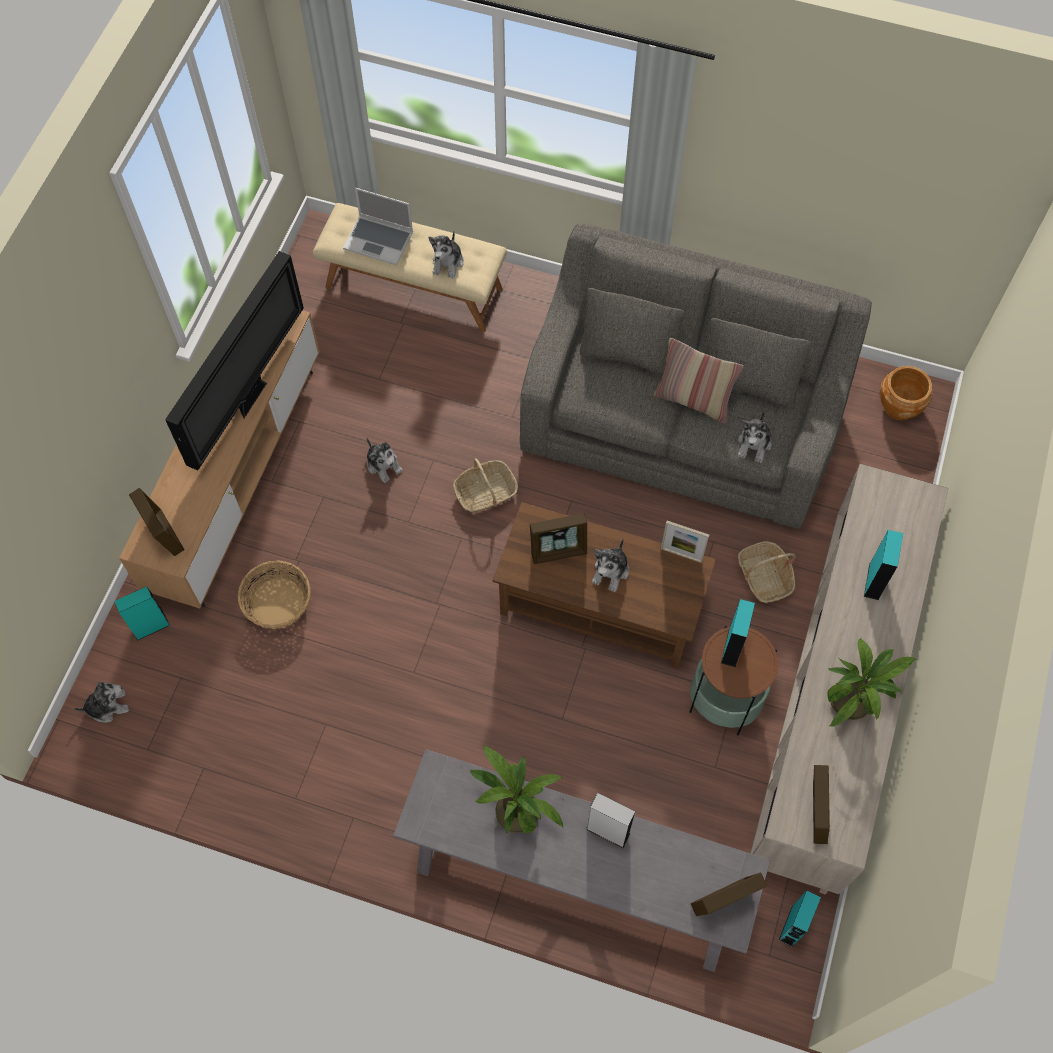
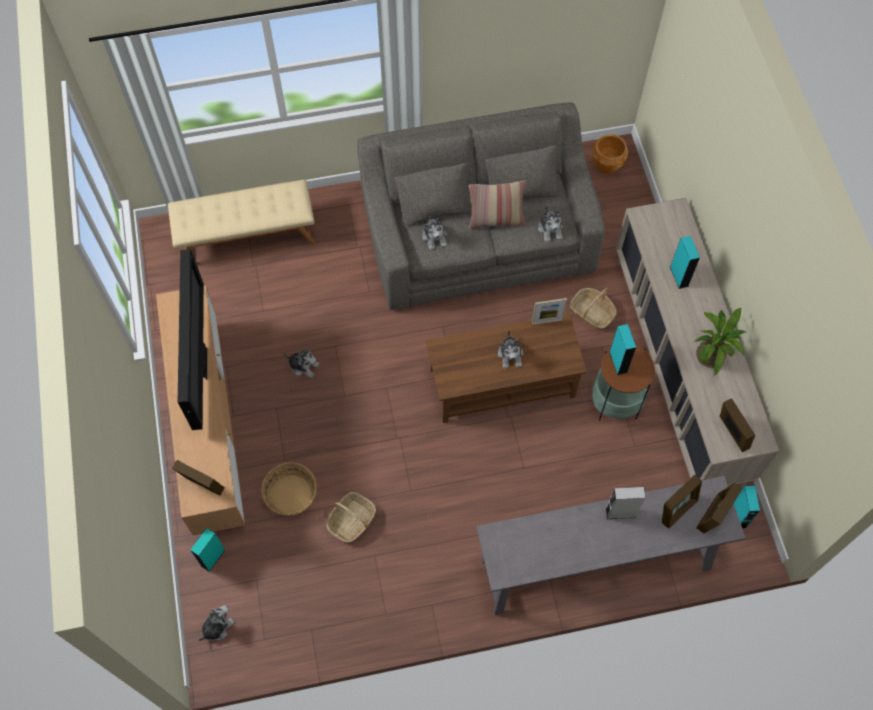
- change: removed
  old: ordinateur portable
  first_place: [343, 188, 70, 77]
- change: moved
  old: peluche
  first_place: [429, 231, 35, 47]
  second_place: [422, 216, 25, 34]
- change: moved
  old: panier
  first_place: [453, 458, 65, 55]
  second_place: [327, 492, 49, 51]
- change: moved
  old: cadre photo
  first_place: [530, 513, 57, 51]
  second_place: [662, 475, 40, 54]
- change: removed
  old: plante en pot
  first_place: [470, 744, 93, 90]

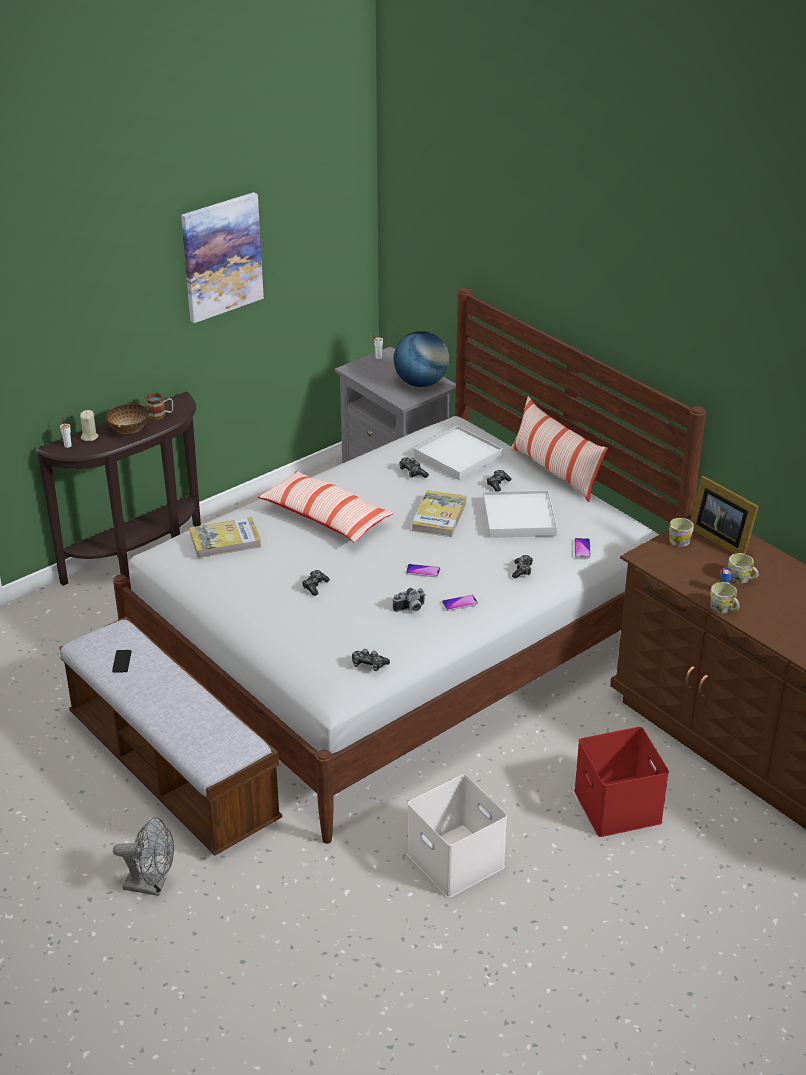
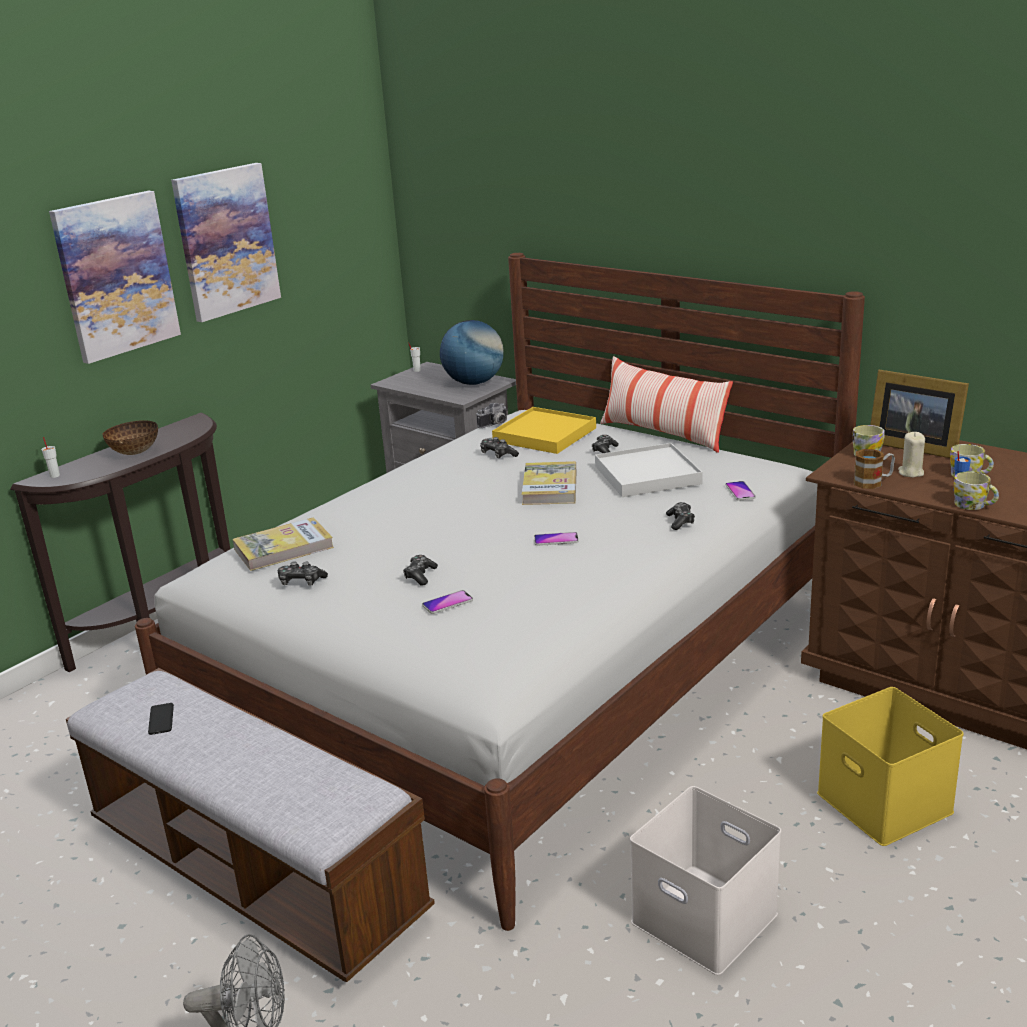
- change: moved
  old: mug
  first_place: [145, 392, 28, 28]
  second_place: [854, 449, 41, 40]
- change: moved
  old: bougie/beige
  first_place: [80, 410, 18, 31]
  second_place: [898, 432, 27, 46]
- change: recoloured
  old: plateau/blanc
  new: plateau/jaune
  first_place: [414, 425, 89, 56]
  second_place: [492, 407, 104, 47]
- change: removed
  old: coussin
  first_place: [258, 470, 136, 72]
- change: moved
  old: appareil photo
  first_place: [393, 588, 33, 24]
  second_place: [477, 403, 31, 25]
- change: moved
  old: téléphone
  first_place: [442, 595, 36, 16]
  second_place: [422, 590, 51, 24]
- change: moved
  old: manette
  first_place: [352, 649, 38, 22]
  second_place: [278, 561, 50, 24]
- change: recoloured
  old: boîte de rangement/rouge
  new: boîte de rangement/jaune
  first_place: [574, 727, 95, 110]
  second_place: [817, 687, 147, 159]
- change: added
  new: tableau
  second_place: [49, 191, 132, 173]

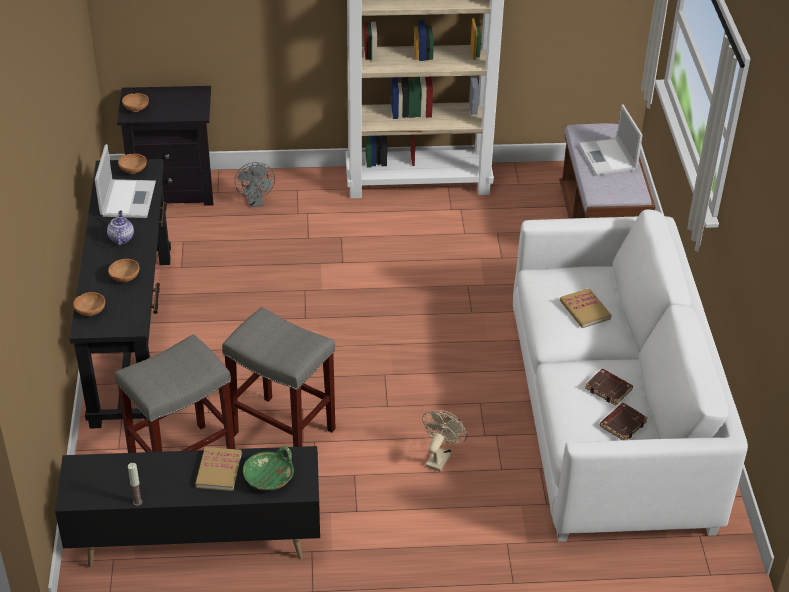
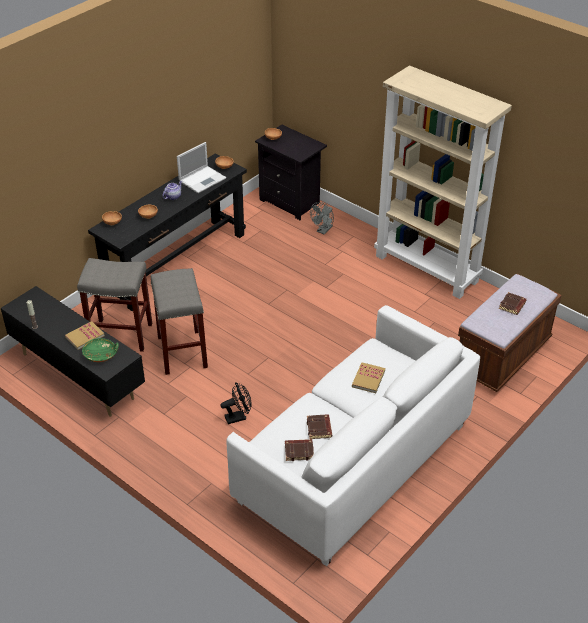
- change: replaced
  old: ordinateur portable
  new: livre/marron
  first_place: [579, 104, 64, 71]
  second_place: [499, 292, 28, 23]
- change: recoloured
  old: ventilateur/beige
  new: ventilateur/noir
  first_place: [422, 410, 45, 62]
  second_place: [220, 383, 32, 41]

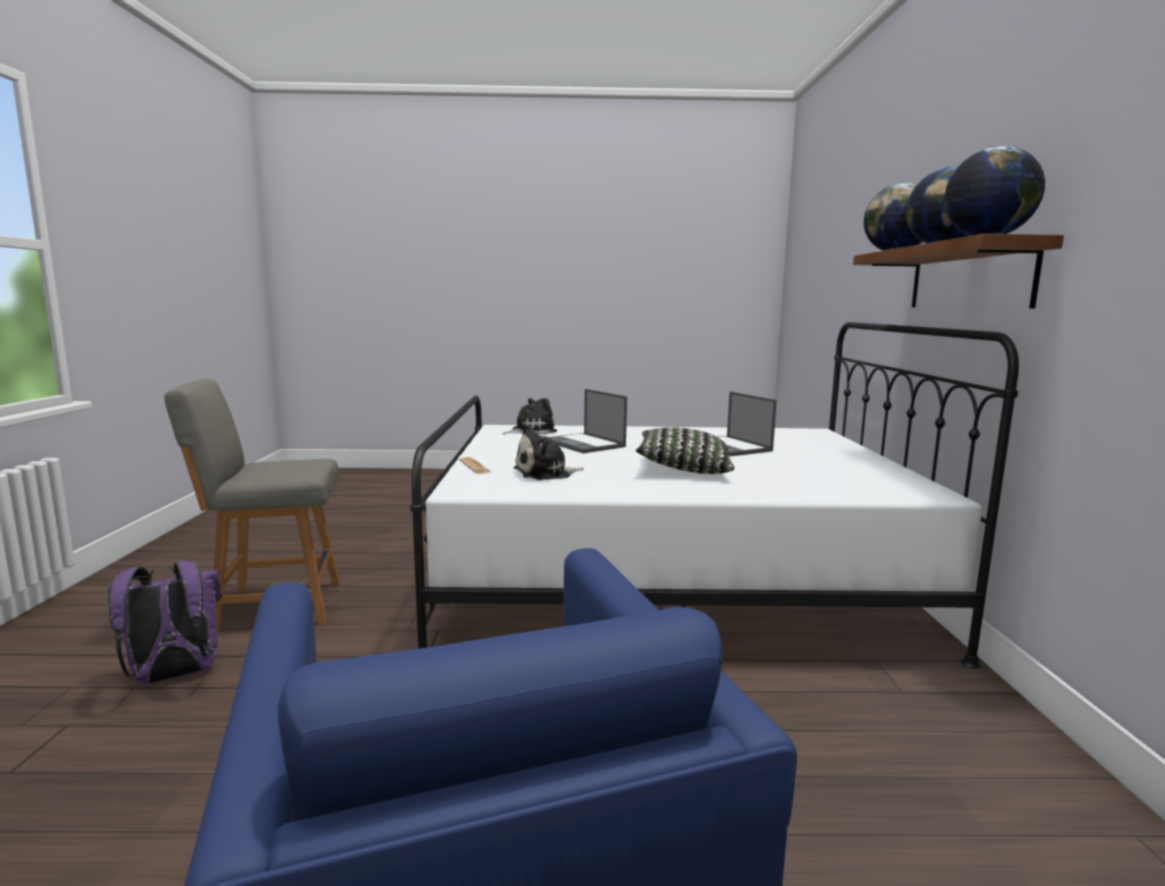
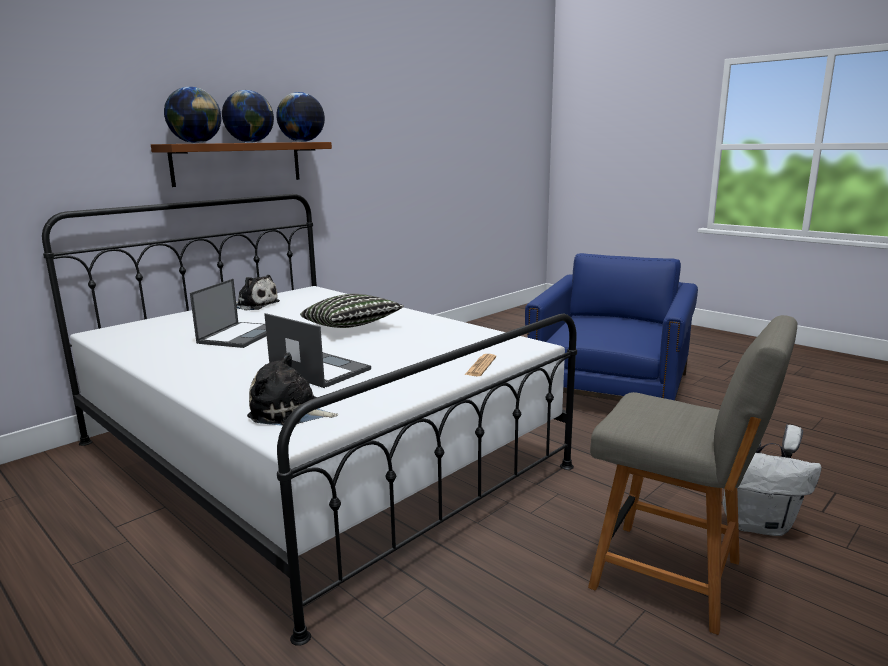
- change: turned
  old: ordinateur portable
  first_place: [550, 389, 77, 64]
  second_place: [264, 313, 107, 75]
  degrees: -60
- change: moved
  old: peluche
  first_place: [513, 424, 71, 56]
  second_place: [236, 275, 44, 35]
- change: recoloured
  old: sac à dos/violet
  new: sac à dos/blanc
  first_place: [108, 561, 114, 123]
  second_place: [723, 424, 99, 112]

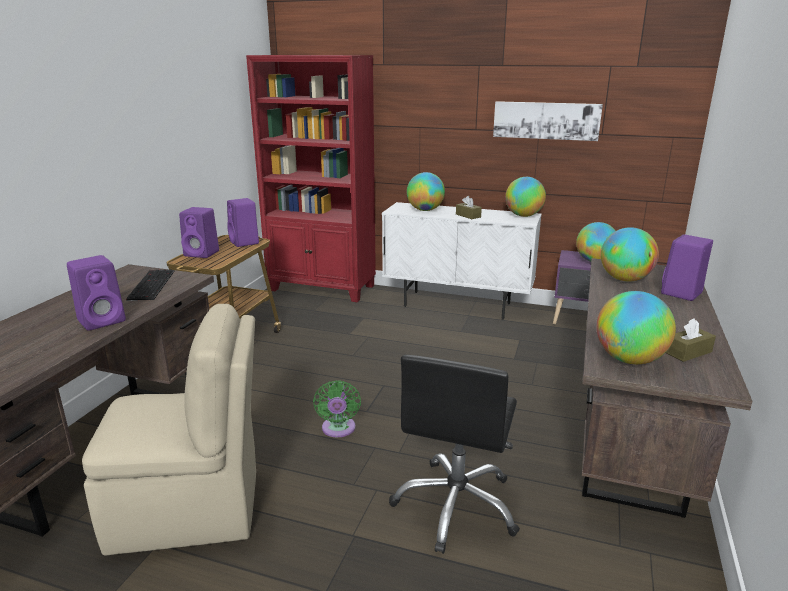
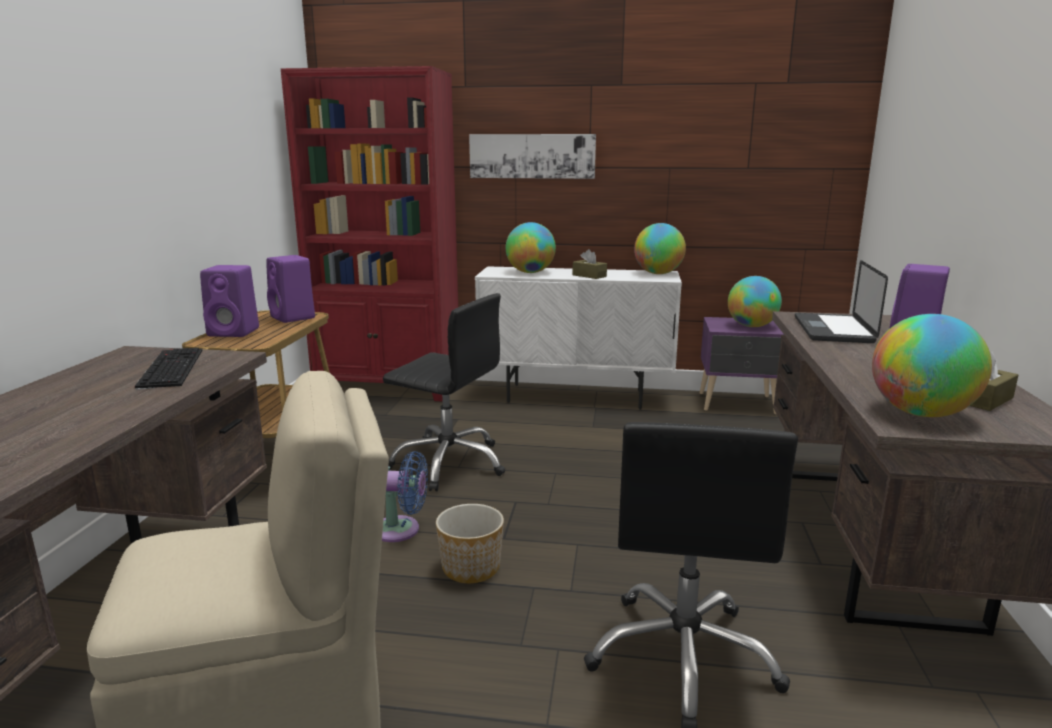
- change: moved
  old: tableau
  first_place: [493, 101, 110, 40]
  second_place: [469, 134, 127, 45]
- change: replaced
  old: globe
  new: ordinateur portable
  first_place: [601, 227, 58, 55]
  second_place: [795, 260, 93, 83]
- change: removed
  old: enceinte/violet
  first_place: [67, 255, 59, 76]
- change: replaced
  old: ventilateur/vert
  new: cache-pot
  first_place: [313, 380, 48, 57]
  second_place: [436, 504, 68, 79]
- change: added
  new: chaise de bureau/noir
  second_place: [383, 293, 122, 198]
- change: added
  new: ventilateur/bleu
  second_place: [382, 451, 46, 91]

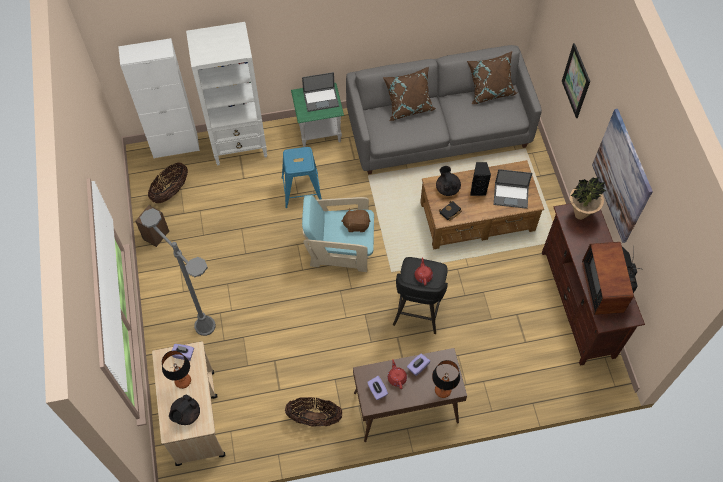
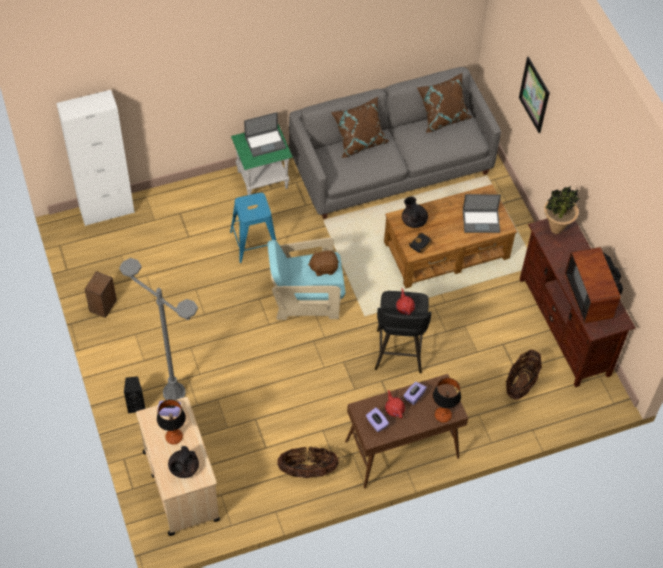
- change: removed
  old: bibliothèque/blanc
  first_place: [186, 22, 81, 144]
- change: removed
  old: tableau
  first_place: [592, 109, 61, 134]
- change: moved
  old: enceinte/noir
  first_place: [470, 162, 21, 34]
  second_place: [124, 376, 22, 37]
- change: moved
  old: panier
  first_place: [148, 163, 40, 40]
  second_place: [506, 350, 36, 50]

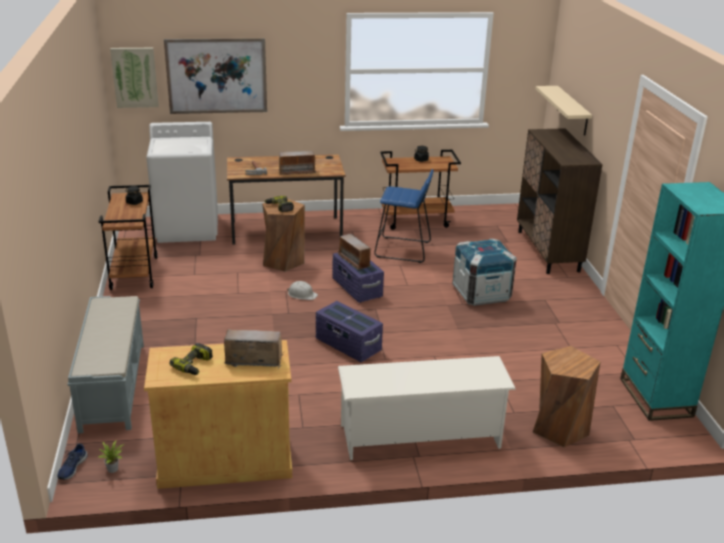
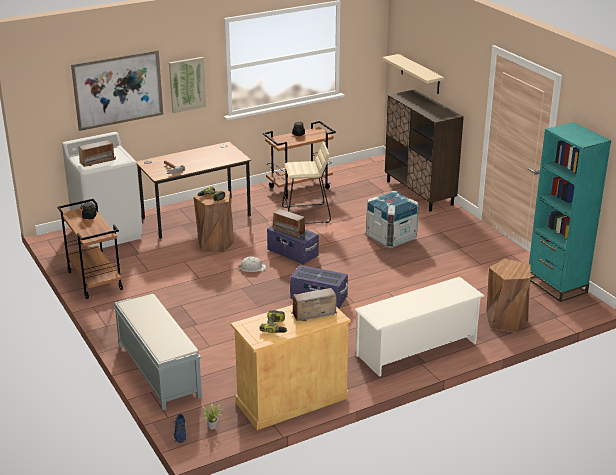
- change: moved
  old: tableau
  first_place: [110, 48, 49, 60]
  second_place: [169, 57, 37, 56]
- change: moved
  old: radio
  first_place: [279, 151, 37, 24]
  second_place: [78, 140, 38, 27]
- change: recoloured
  old: tabouret/bleu
  new: tabouret/beige
  first_place: [374, 169, 60, 94]
  second_place: [282, 142, 49, 82]

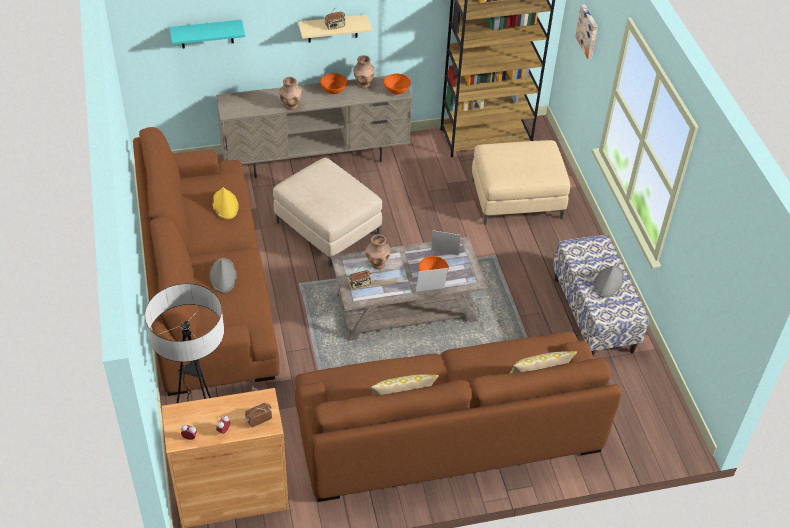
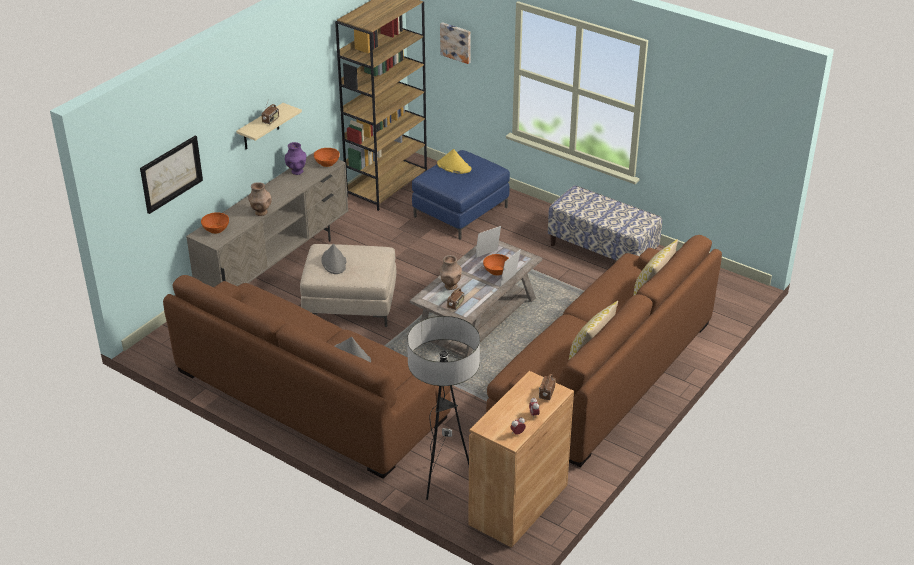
- change: replaced
  old: étagère/turquoise
  new: tableau
  first_place: [170, 20, 75, 28]
  second_place: [140, 136, 63, 78]
- change: recoloured
  old: vase/marron
  new: vase/violet
  first_place: [353, 55, 22, 33]
  second_place: [285, 142, 22, 33]
- change: moved
  old: bol/orange
  first_place: [320, 73, 27, 21]
  second_place: [201, 212, 28, 22]
- change: recoloured
  old: pouf/beige
  new: pouf/bleu
  first_place: [472, 140, 98, 85]
  second_place: [412, 150, 98, 89]
- change: moved
  old: chapeau/jaune
  first_place: [213, 187, 26, 32]
  second_place: [437, 149, 34, 25]
- change: moved
  old: chapeau/gris
  first_place: [594, 266, 30, 32]
  second_place: [321, 244, 26, 30]

